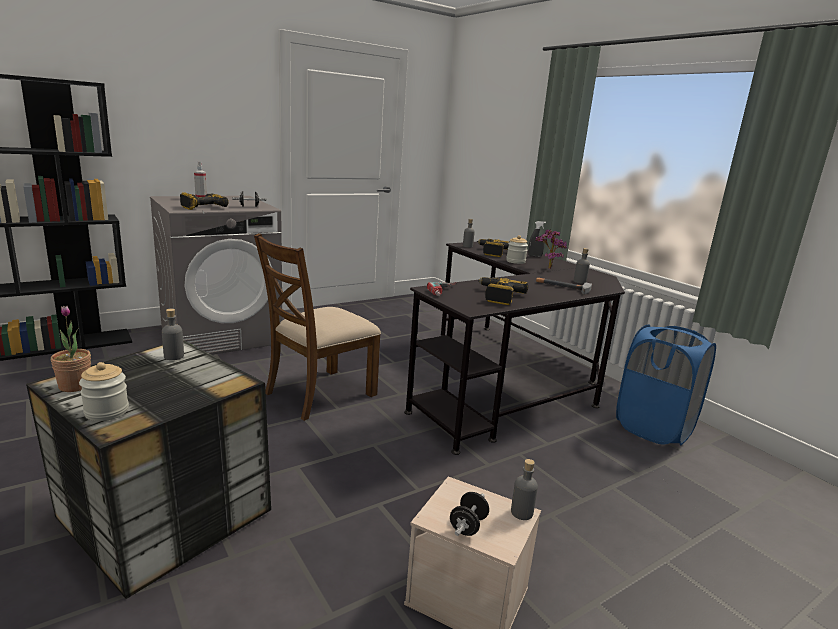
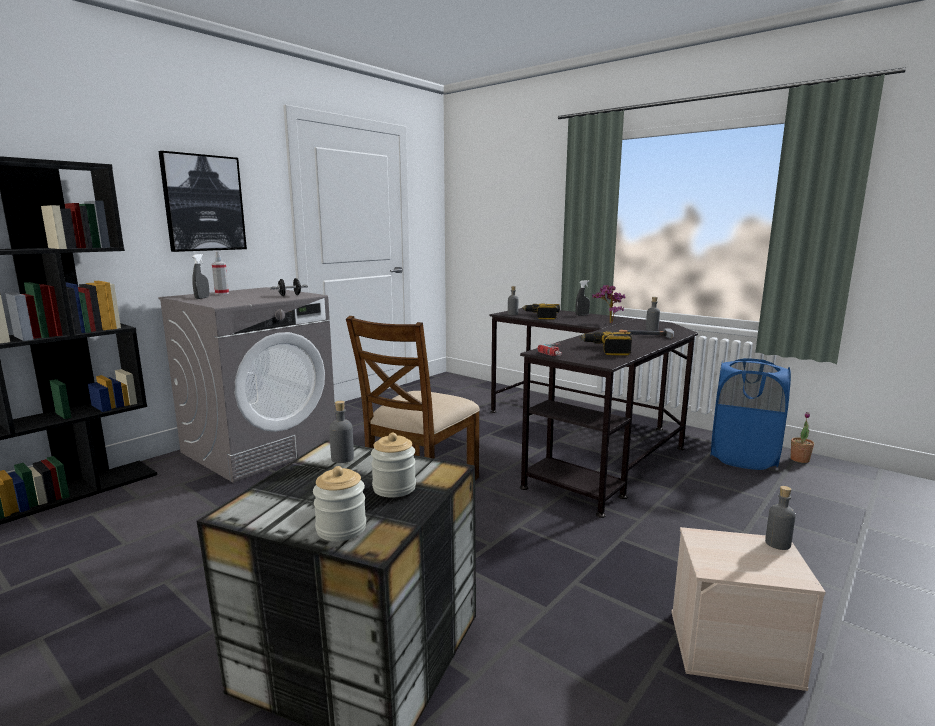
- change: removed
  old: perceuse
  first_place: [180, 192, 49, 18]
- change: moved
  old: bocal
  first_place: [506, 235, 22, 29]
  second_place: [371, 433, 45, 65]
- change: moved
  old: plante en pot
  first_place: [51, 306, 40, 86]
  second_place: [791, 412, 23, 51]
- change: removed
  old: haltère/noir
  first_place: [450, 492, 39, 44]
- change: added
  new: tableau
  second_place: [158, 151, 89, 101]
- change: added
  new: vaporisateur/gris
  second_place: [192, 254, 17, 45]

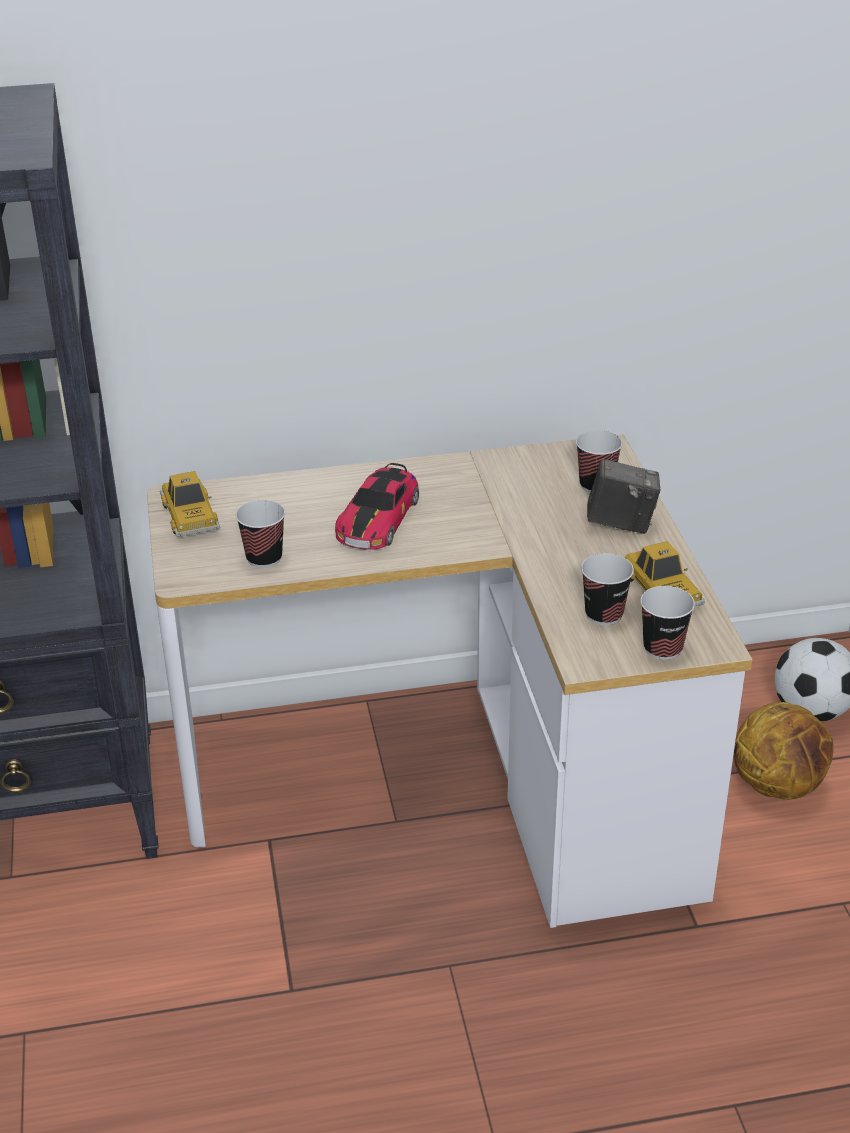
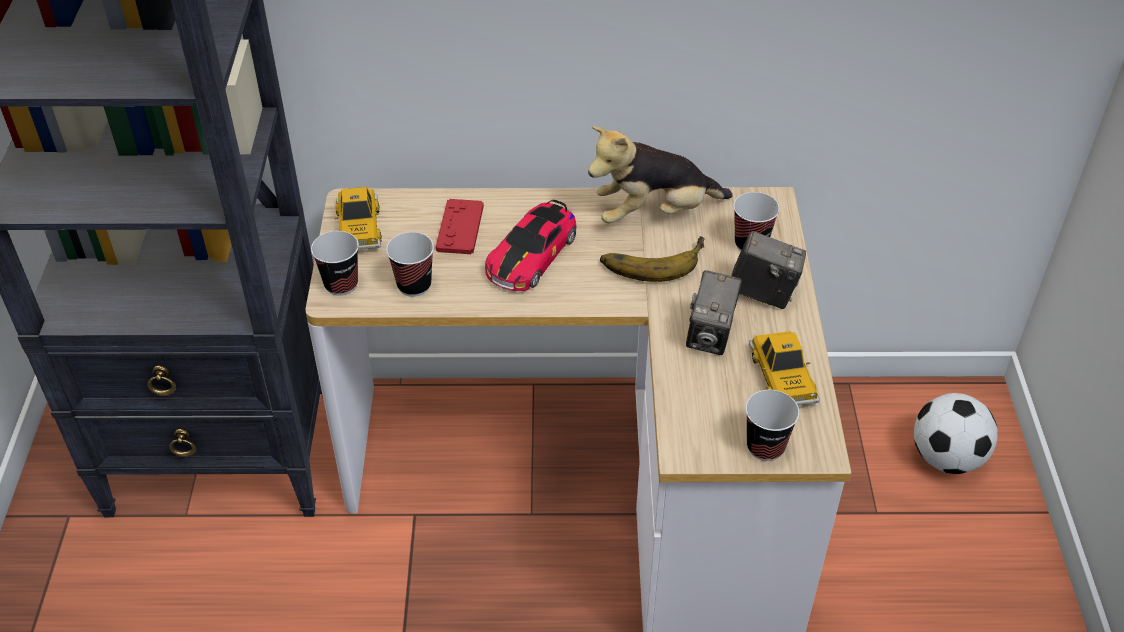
- change: moved
  old: tasse
  first_place: [581, 553, 53, 72]
  second_place: [311, 231, 48, 64]
- change: removed
  old: ballon de basket
  first_place: [734, 702, 100, 97]
- change: added
  new: peluche
  second_place: [588, 126, 145, 97]
- change: added
  new: manette/rouge
  second_place: [436, 199, 48, 55]
- change: added
  new: banane
  second_place: [600, 236, 105, 46]
- change: added
  new: appareil photo
  second_place: [686, 270, 56, 85]

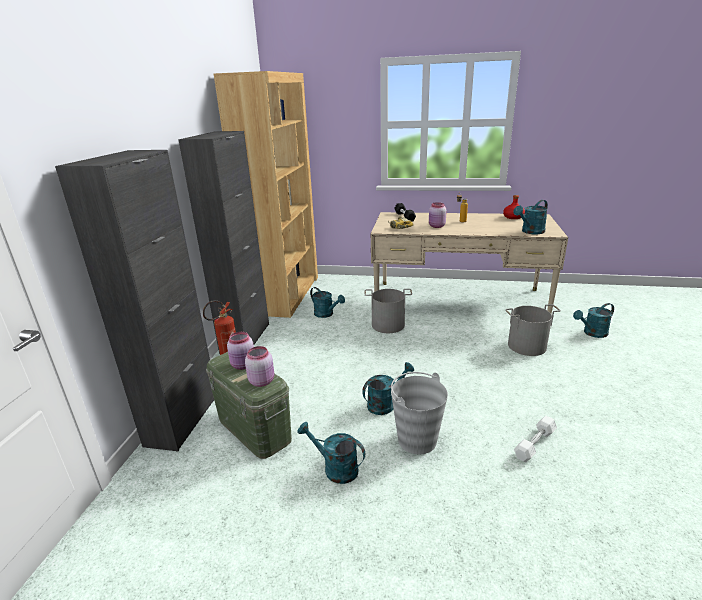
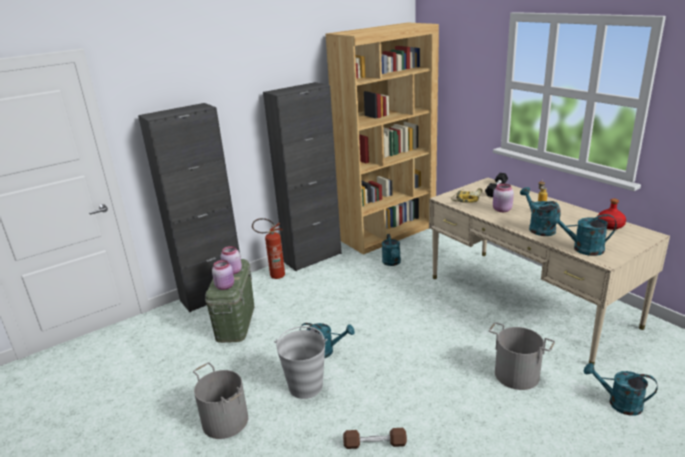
- change: moved
  old: seau/gris
  first_place: [364, 289, 48, 44]
  second_place: [193, 363, 55, 76]
- change: recoloured
  old: haltère/blanc
  new: haltère/marron
  first_place: [514, 416, 43, 46]
  second_place: [343, 428, 64, 21]
- change: moved
  old: arrosoir/turquoise
  first_place: [297, 422, 68, 62]
  second_place: [520, 187, 41, 49]

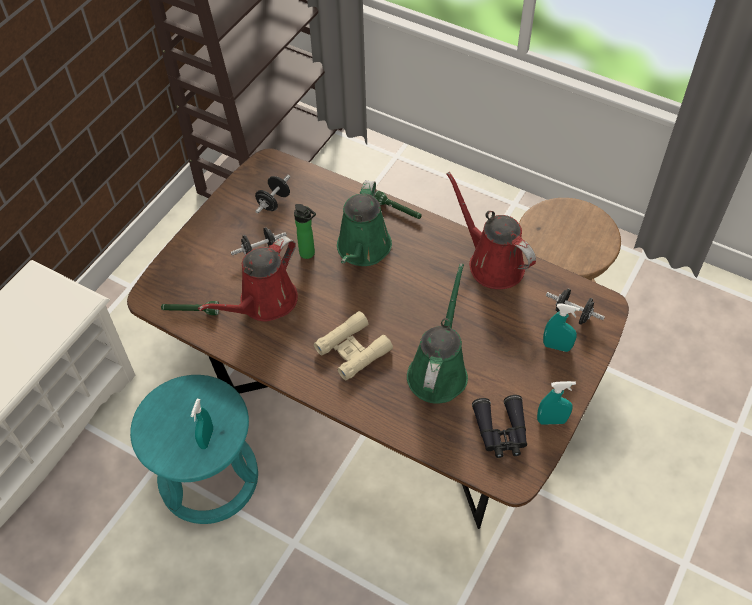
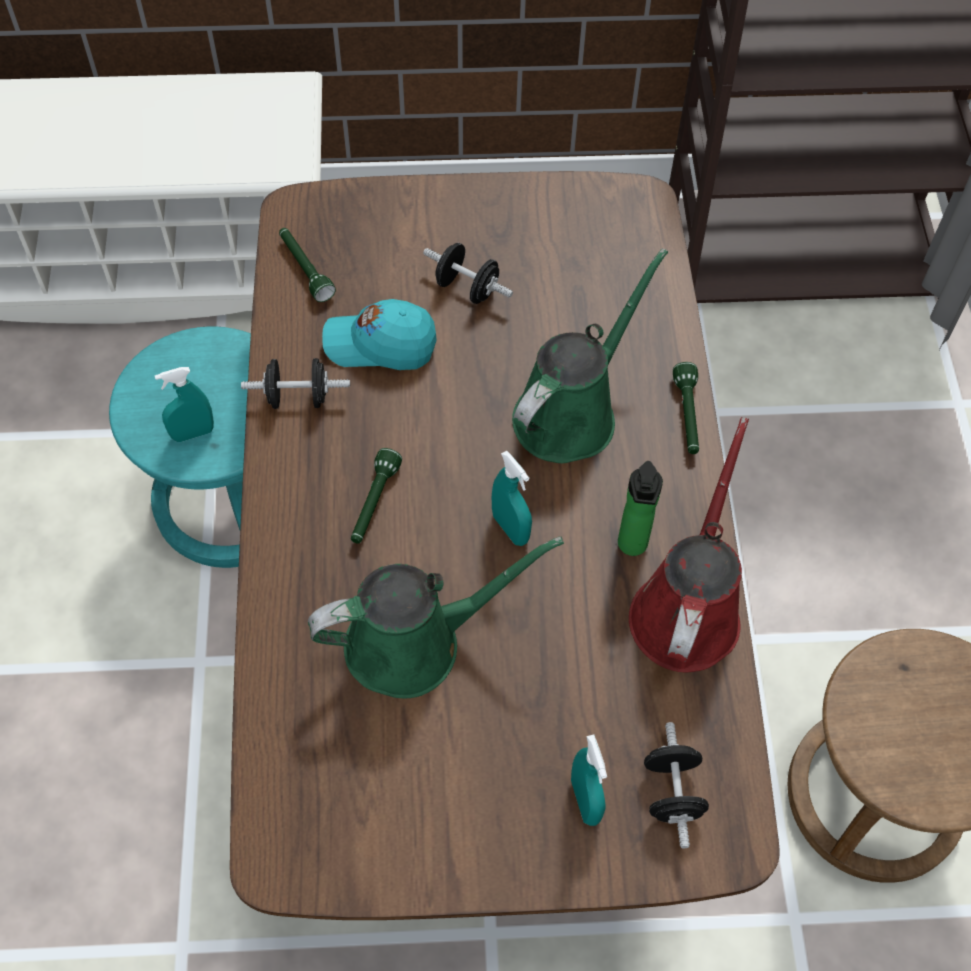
- change: moved
  old: haltère/noir
  first_place: [255, 175, 35, 39]
  second_place: [241, 358, 109, 51]
- change: turned
  old: arrosoir/vert
  first_place: [337, 180, 55, 86]
  second_place: [512, 248, 156, 215]
  degrees: 150
- change: moved
  old: bouteille
  first_place: [294, 204, 22, 55]
  second_place: [618, 461, 45, 95]
- change: replaced
  old: arrosoir/rouge
  new: casquette/turquoise
  first_place: [198, 236, 100, 85]
  second_place: [322, 299, 115, 71]
- change: replaced
  old: jumelles/beige
  new: lampe de poche/vert
  first_place: [314, 311, 79, 69]
  second_place: [351, 448, 51, 96]
- change: moved
  old: vaporisateur/turquoise
  first_place: [537, 381, 39, 44]
  second_place: [492, 451, 40, 95]
- change: removed
  old: jumelles/noir
  first_place: [472, 395, 55, 63]

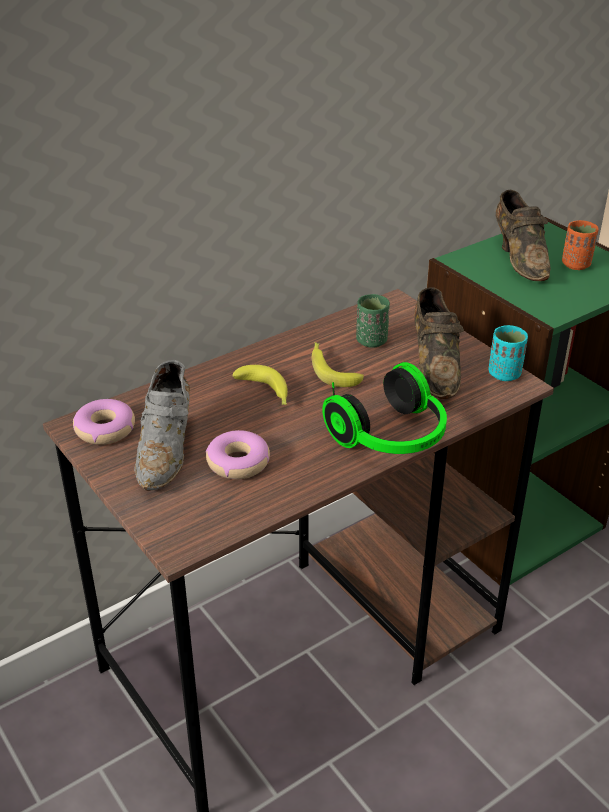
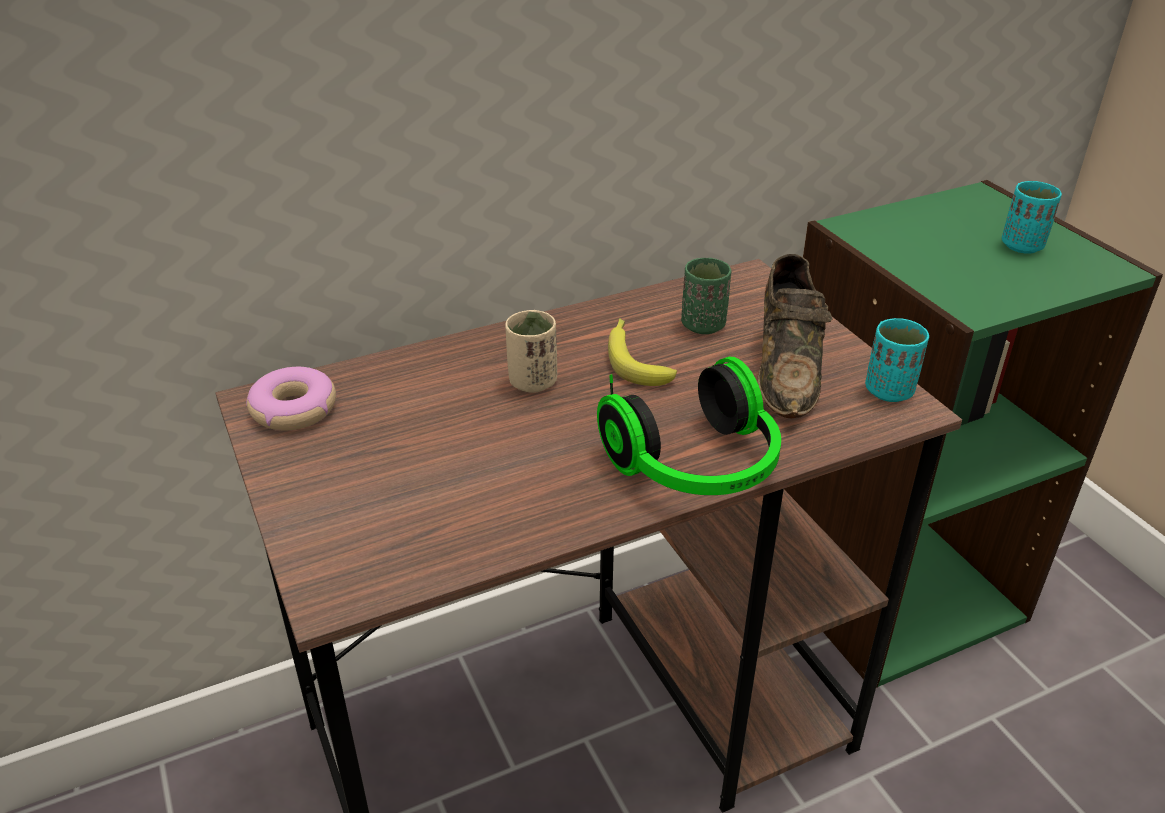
- change: removed
  old: chaussure/marron
  first_place: [496, 190, 55, 91]
- change: recoloured
  old: tasse/orange
  new: tasse/turquoise
  first_place: [562, 220, 37, 50]
  second_place: [1002, 181, 60, 73]
- change: removed
  old: chaussure/gris
  first_place: [134, 360, 56, 131]
- change: replaced
  old: banane
  new: tasse/beige
  first_place: [233, 365, 55, 40]
  second_place: [505, 310, 52, 83]
- change: removed
  old: beignet
  first_place: [206, 430, 64, 49]

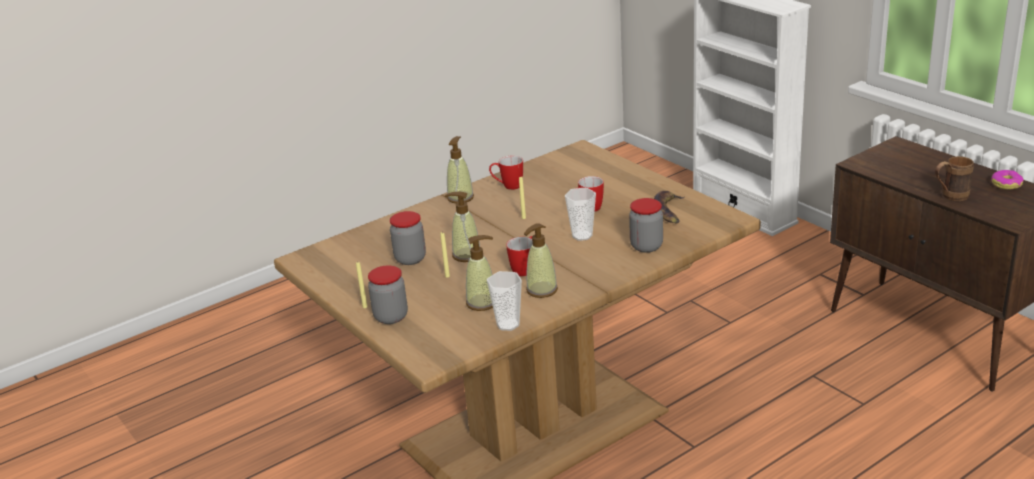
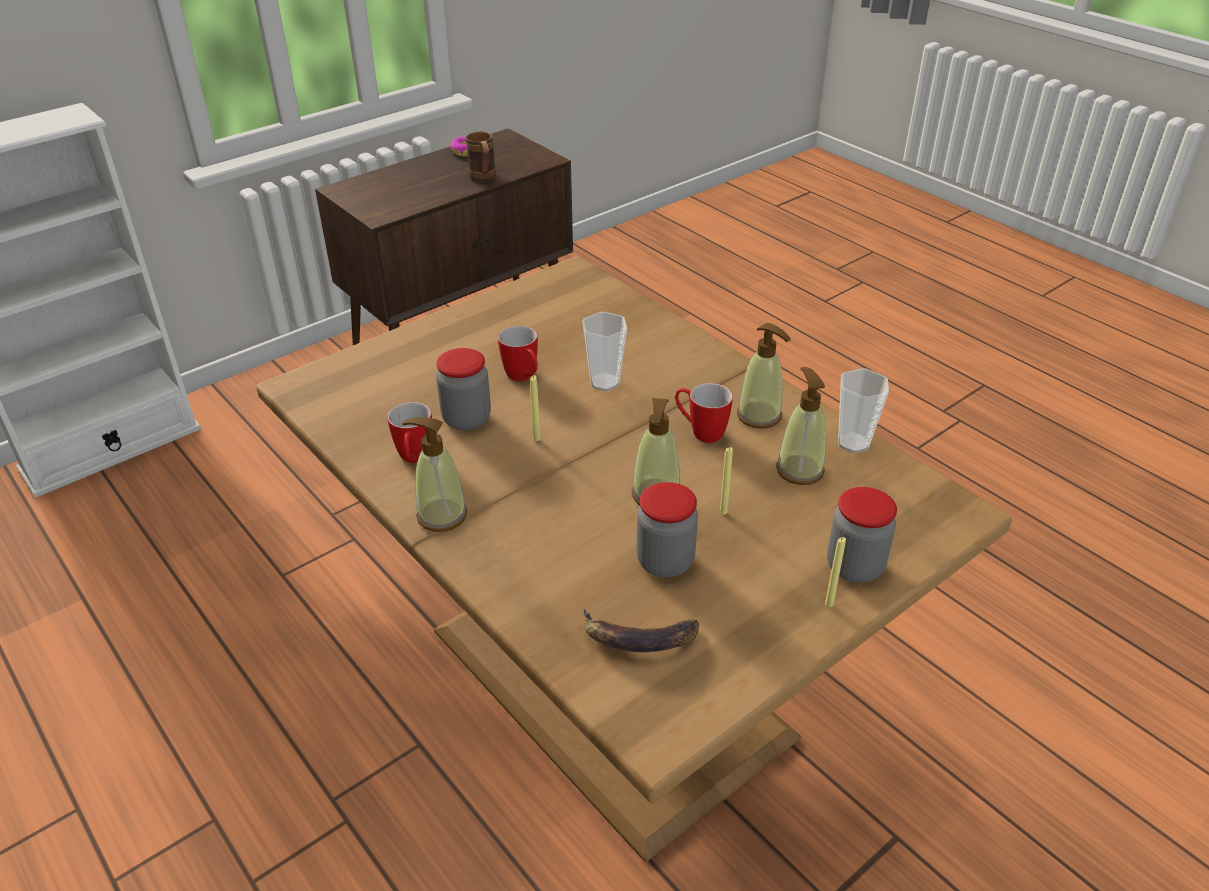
- change: moved
  old: banane
  first_place: [654, 191, 30, 33]
  second_place: [584, 609, 115, 43]
- change: moved
  old: bocal
  first_place: [629, 198, 34, 55]
  second_place: [436, 348, 55, 83]

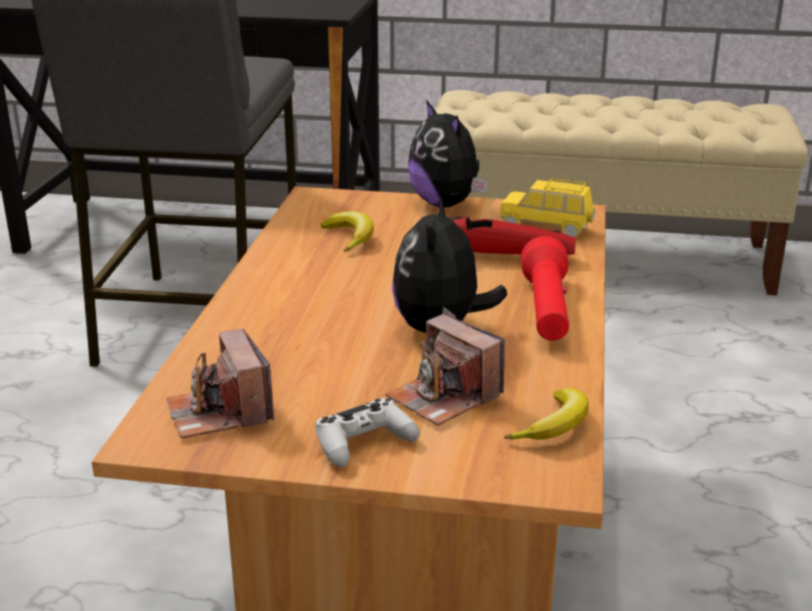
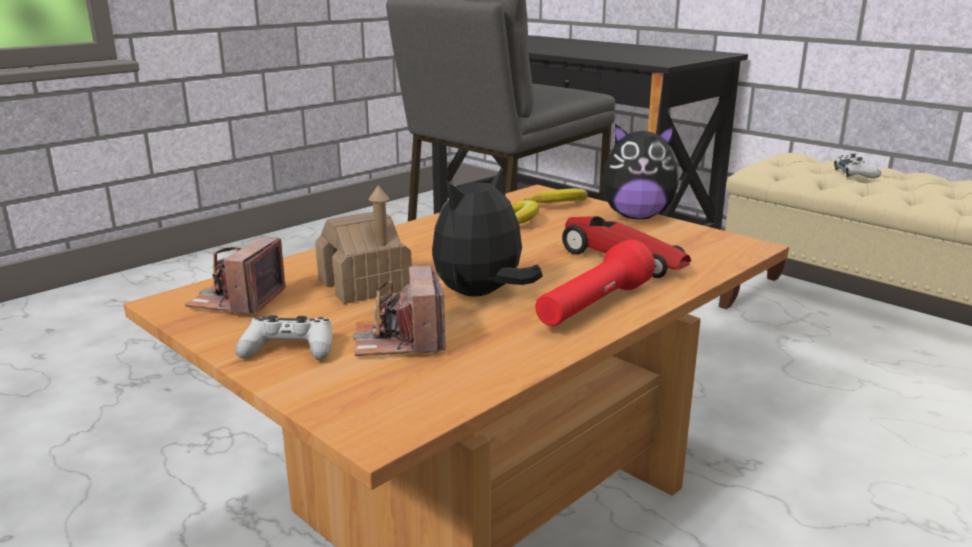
- change: turned
  old: peluche
  first_place: [408, 100, 80, 108]
  second_place: [601, 124, 81, 95]
  degrees: -90
- change: removed
  old: petite voiture/jaune
  first_place: [500, 178, 95, 60]
- change: moved
  old: banane
  first_place: [504, 388, 85, 52]
  second_place: [524, 189, 64, 14]
- change: added
  new: manette/blanc
  second_place: [834, 154, 47, 24]
- change: added
  new: maison miniature
  second_place: [315, 185, 97, 119]

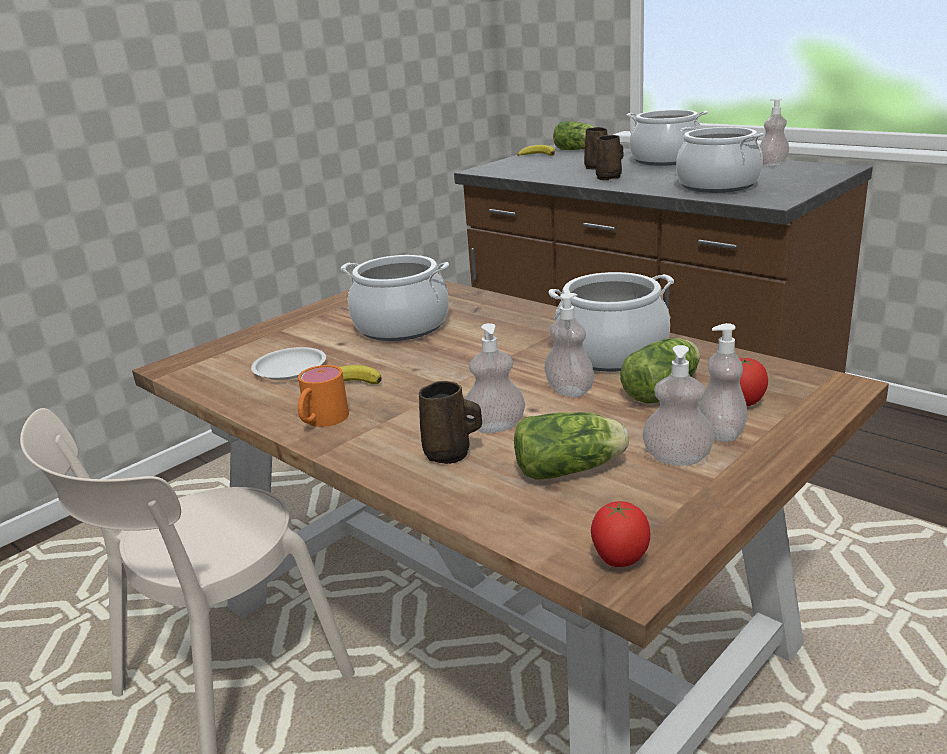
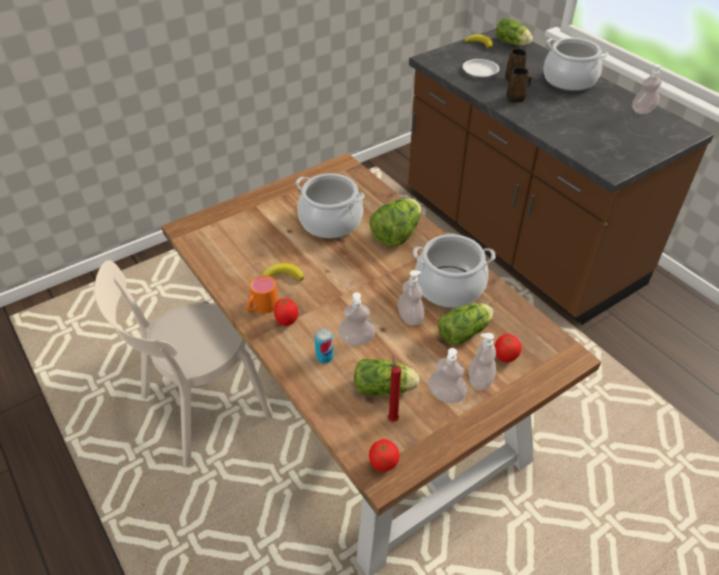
- change: removed
  old: marmite
  first_place: [676, 127, 88, 66]
- change: moved
  old: assiette/blanc
  first_place: [251, 347, 75, 33]
  second_place: [462, 59, 37, 18]
- change: replaced
  old: mug/marron
  new: boîte métallique
  first_place: [419, 381, 63, 83]
  second_place: [314, 328, 19, 36]
- change: added
  new: laitue
  second_place: [370, 198, 51, 49]
- change: added
  new: tomate
  second_place: [274, 298, 25, 28]
- change: added
  new: bougie/rouge
  second_place: [388, 355, 13, 67]

